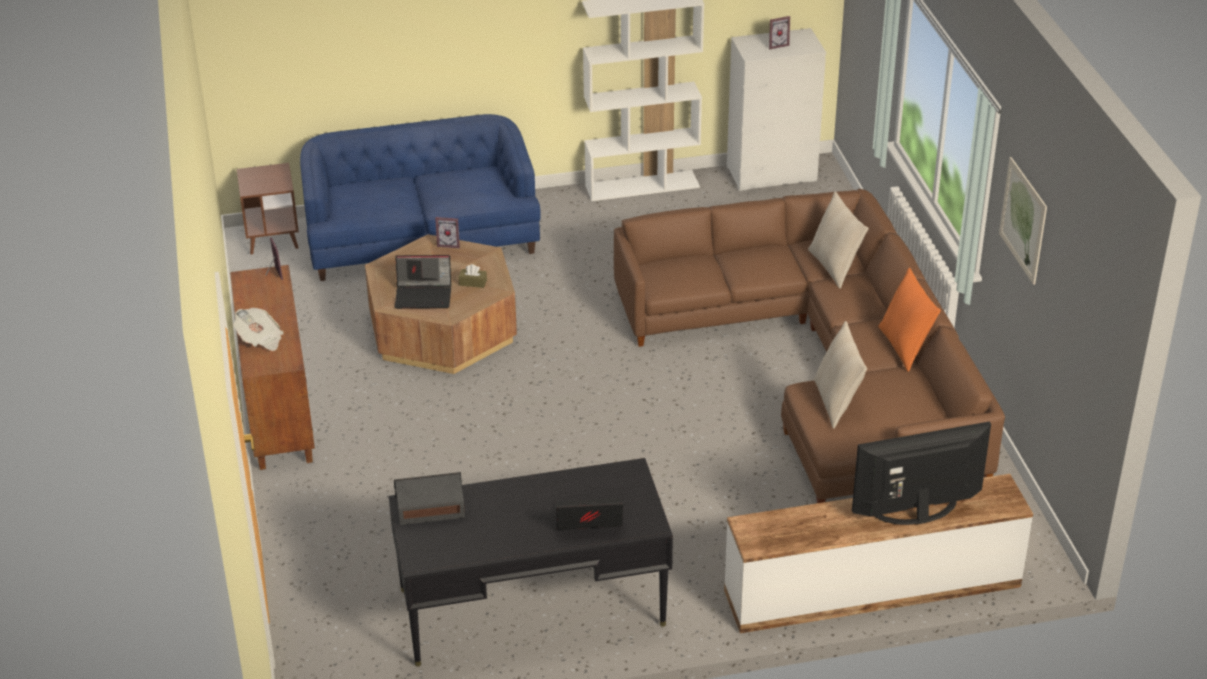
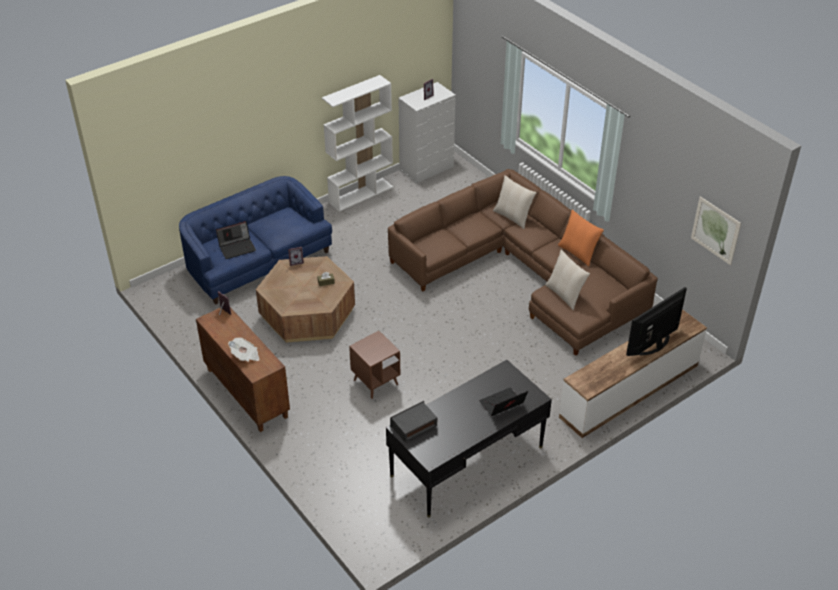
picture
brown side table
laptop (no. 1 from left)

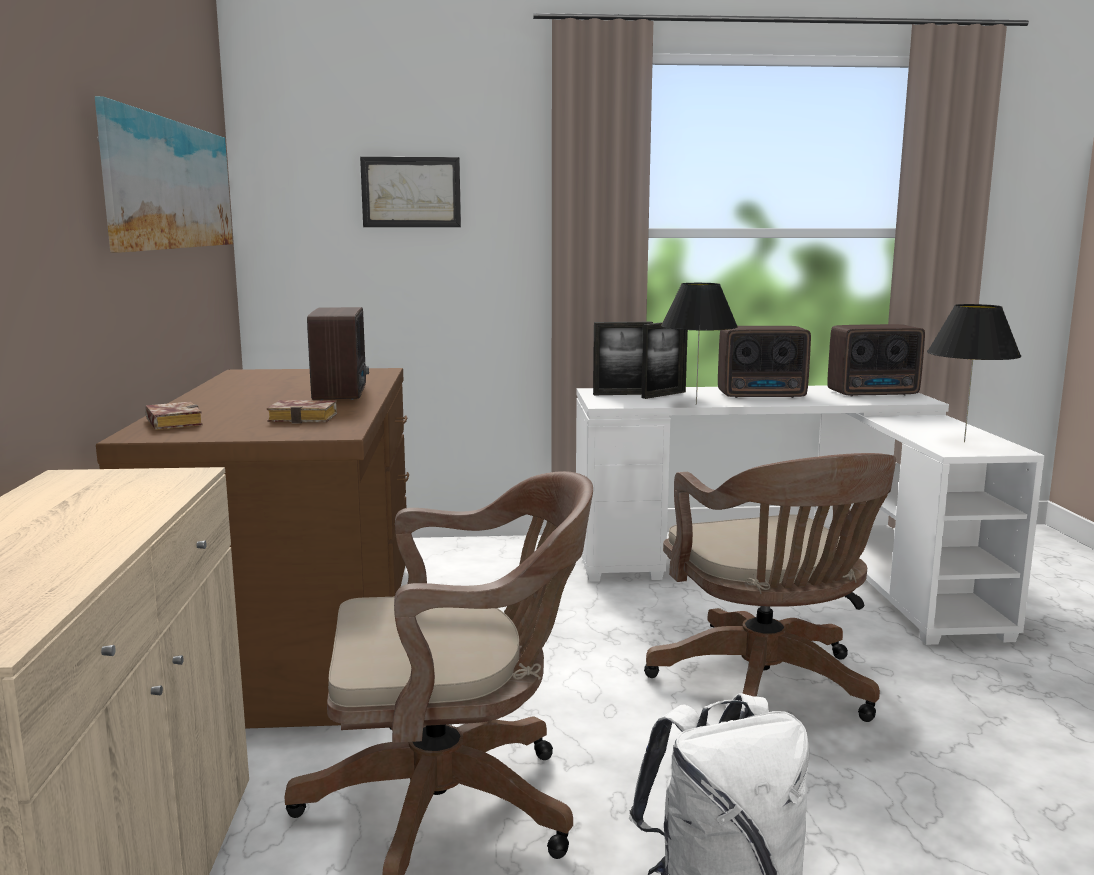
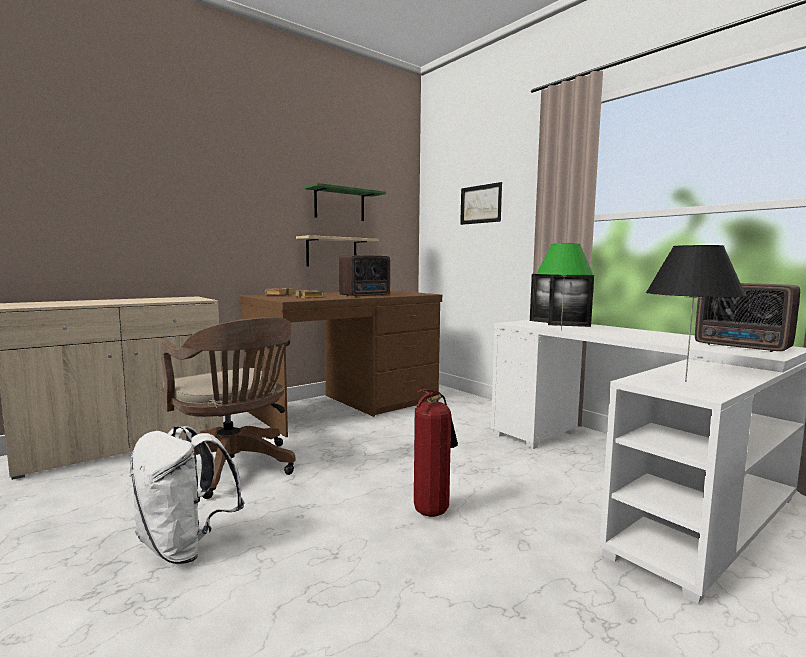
green shelf
green table lamp
radio (no. 2 from left in the first image)
fire extinguisher
beige shelf

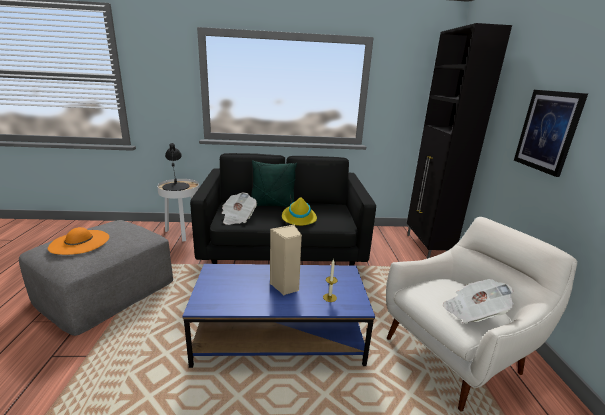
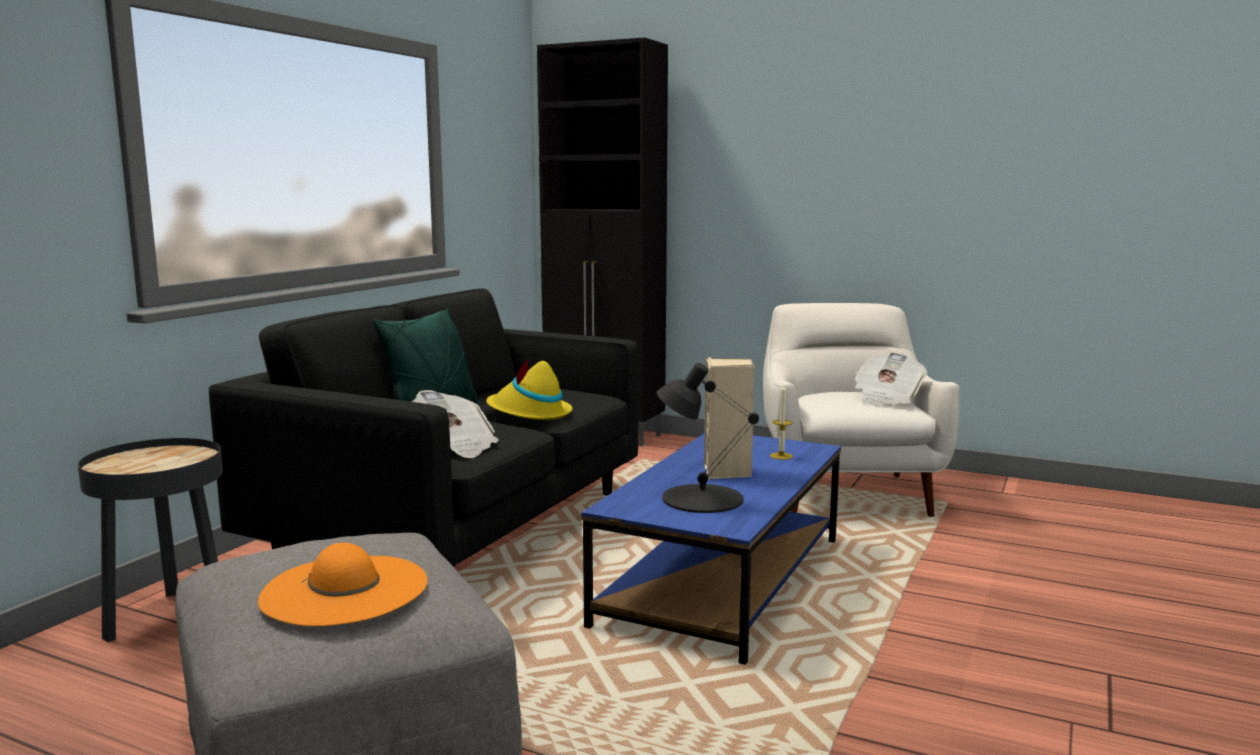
picture
black table lamp
black side table

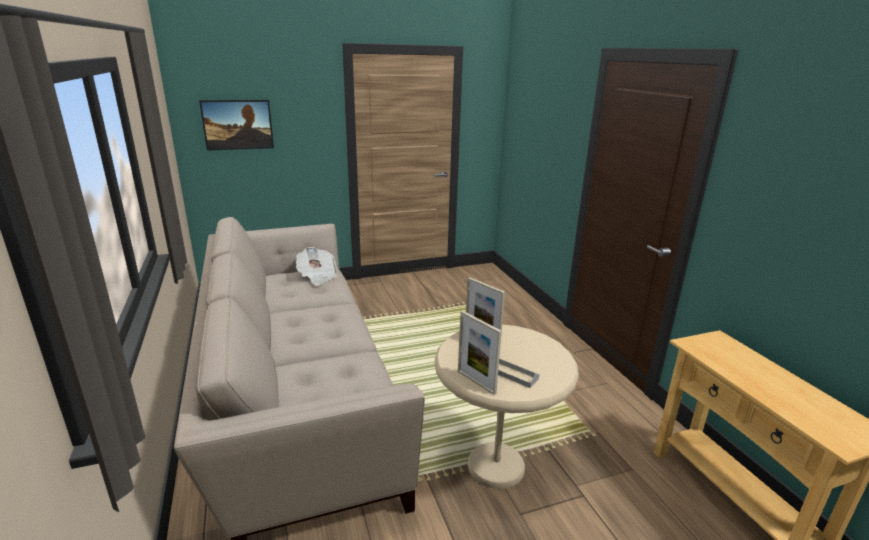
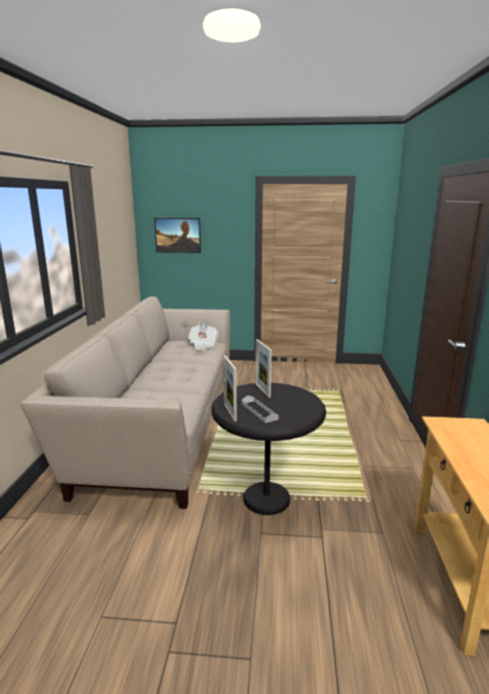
black side table

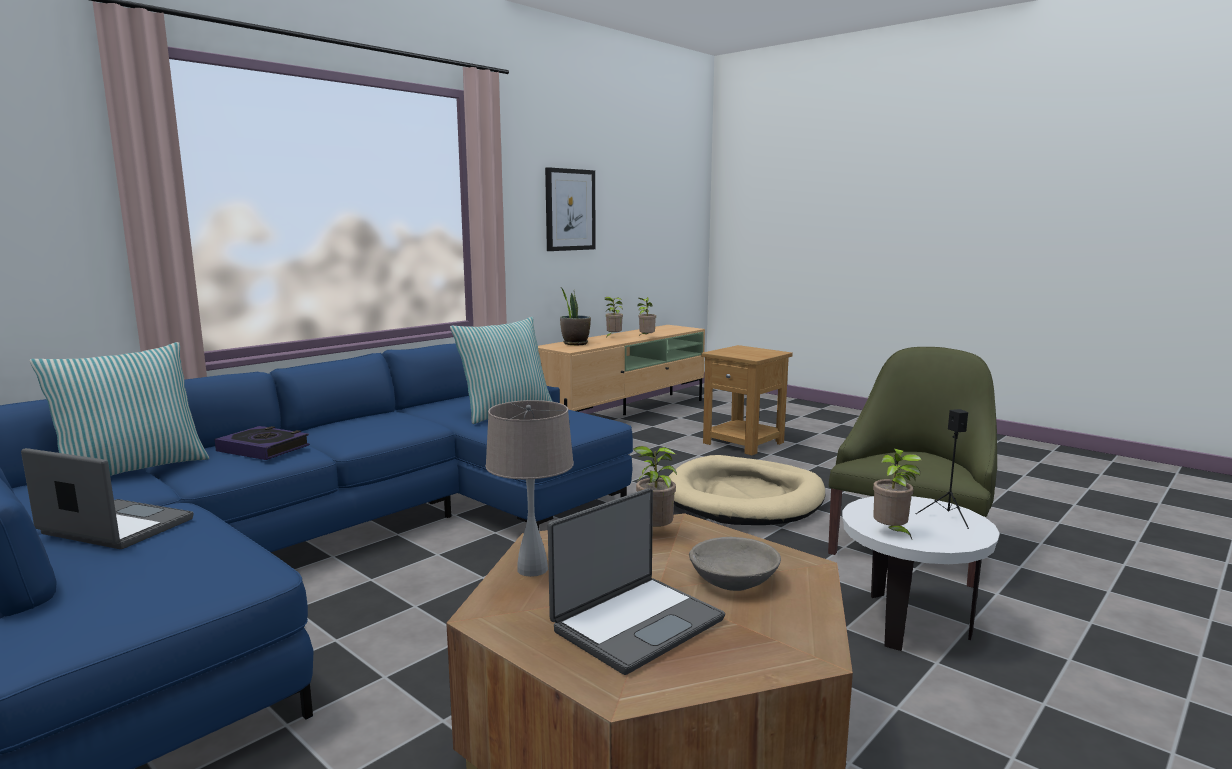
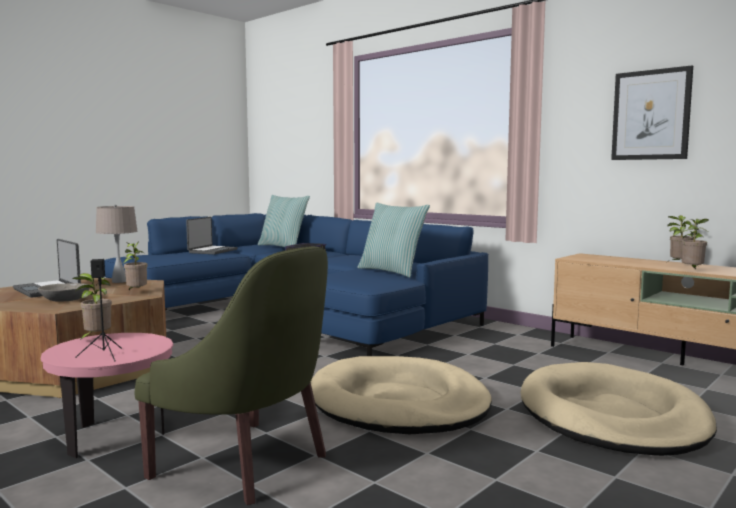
potted plant (no. 1 from left in the first image)
beige dog bed (no. 2 from left)
pink side table

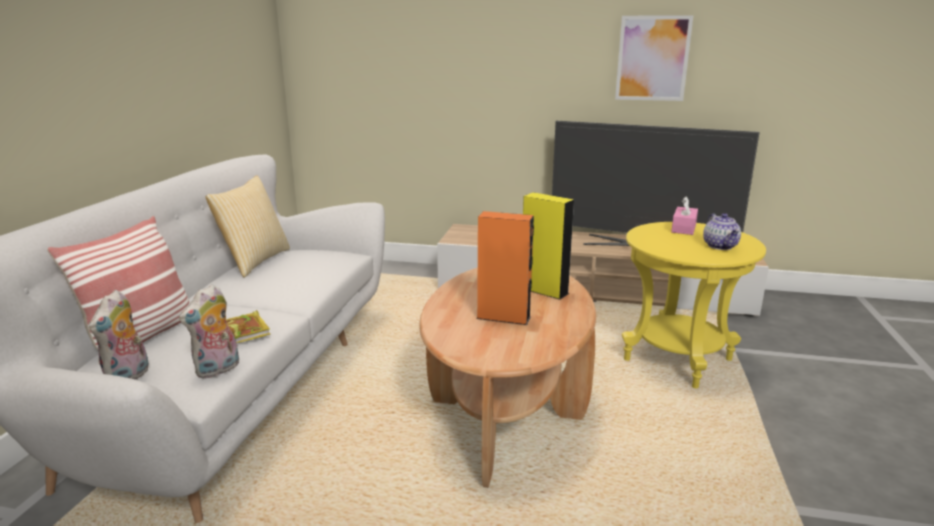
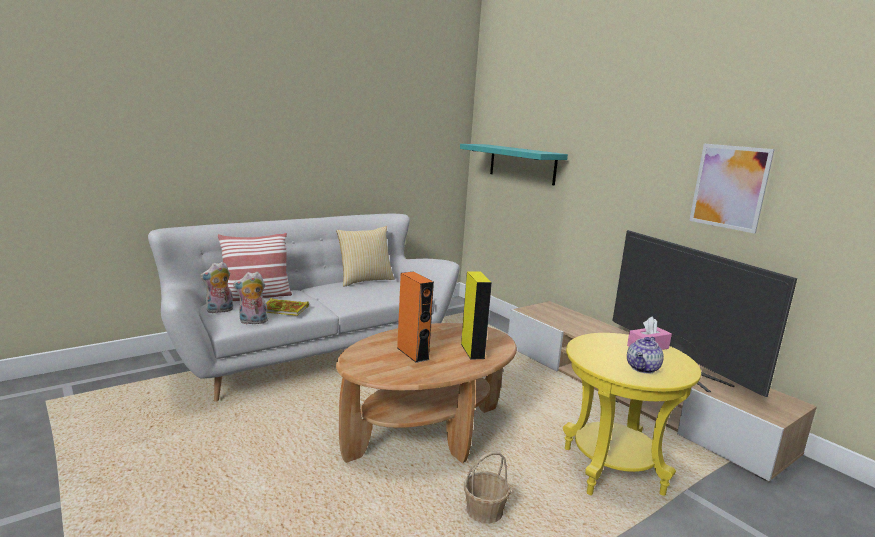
turquoise shelf
basket

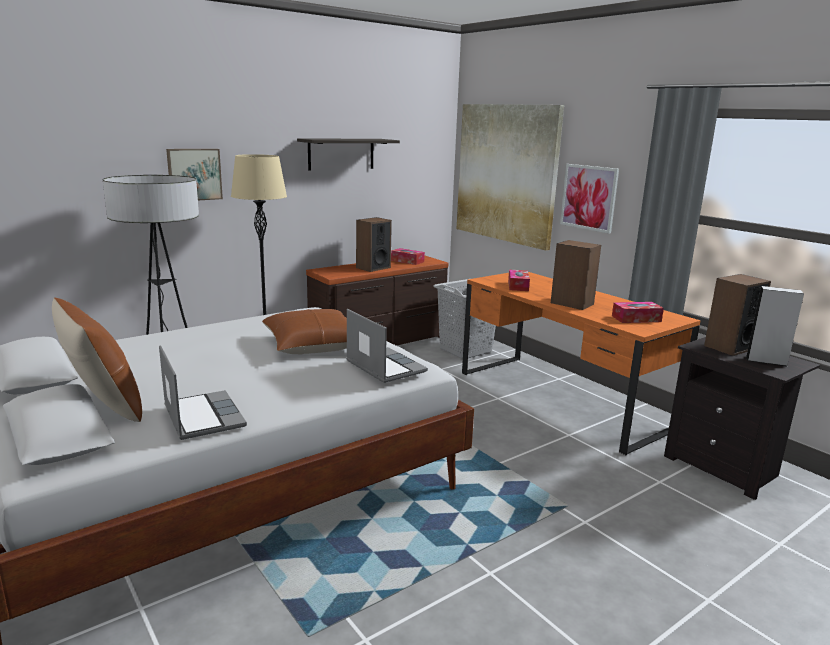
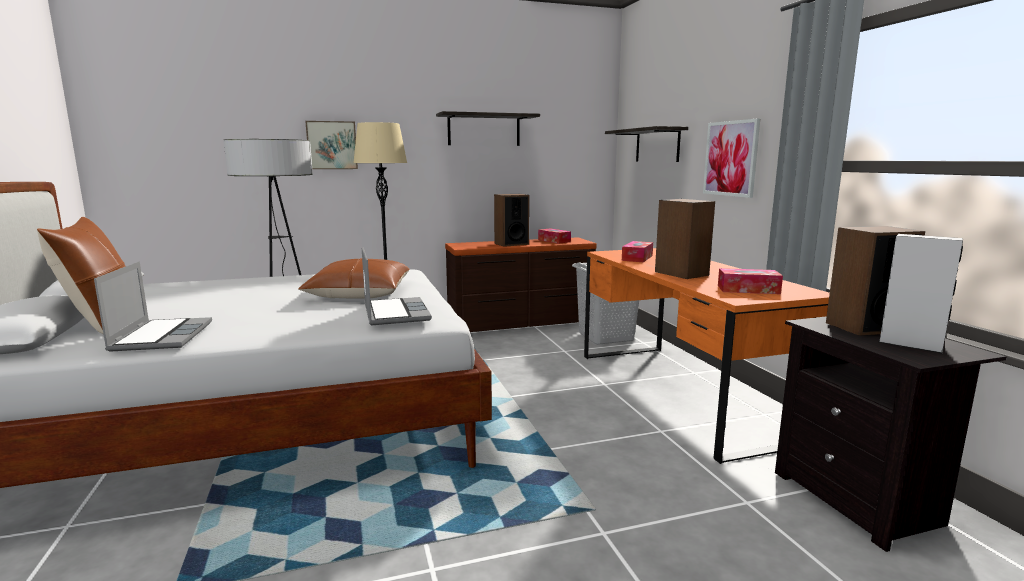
shelf (no. 2 from left)

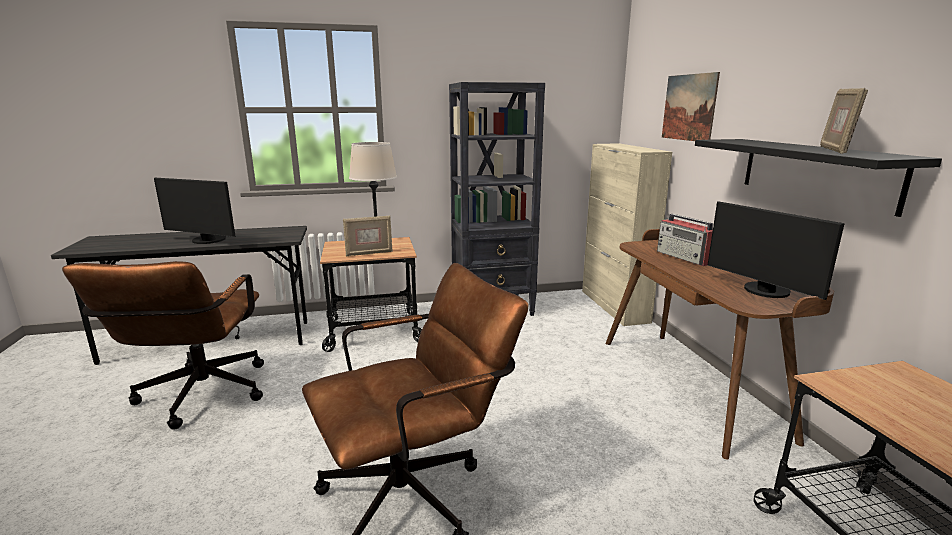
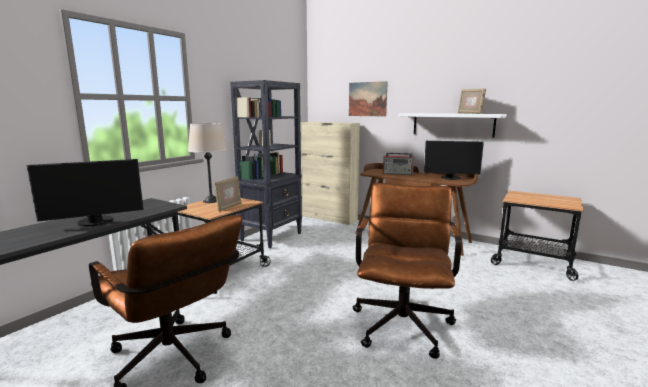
white shelf

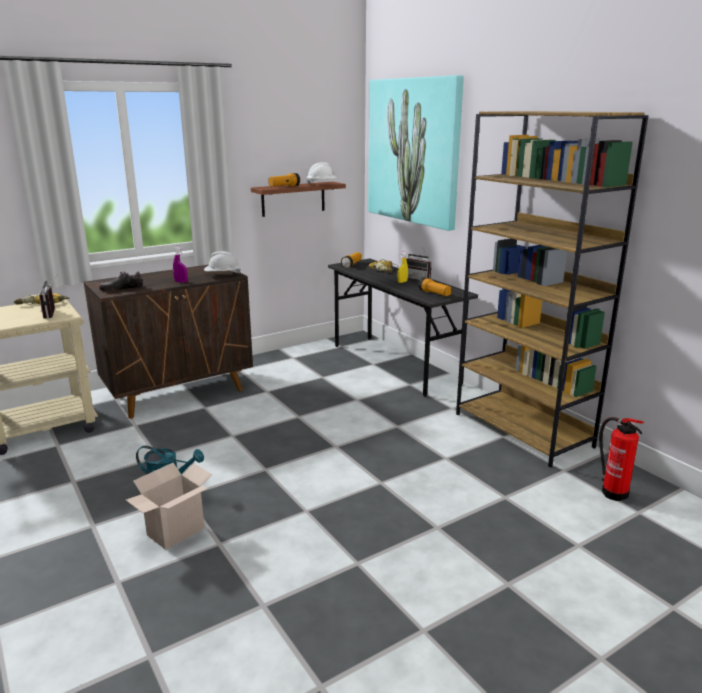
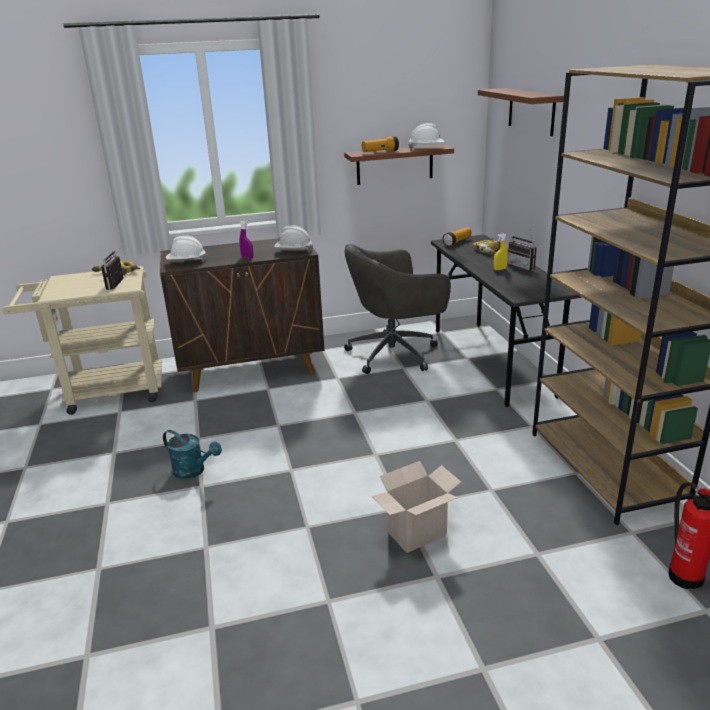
brown shelf (no. 2 from left)
white hard hat (no. 1 from left)
flashlight (no. 3 from left in the first image)
cardboard box
grey office chair

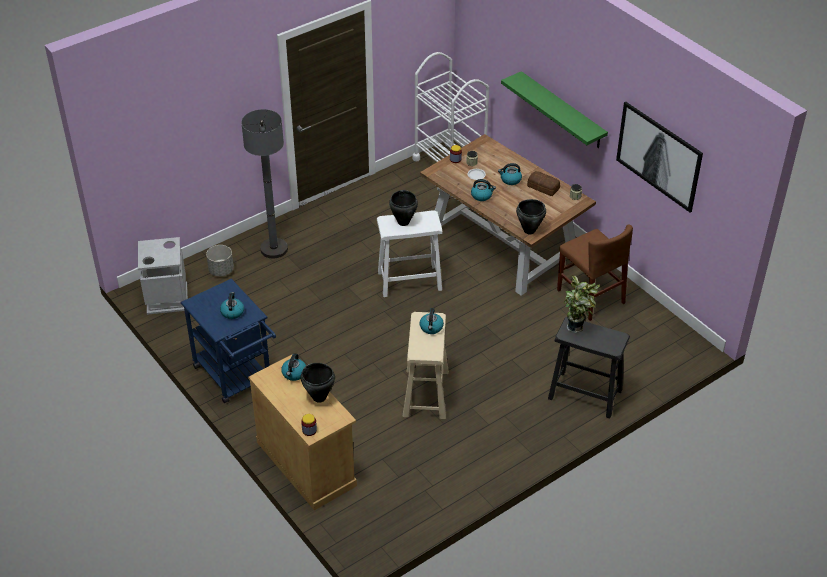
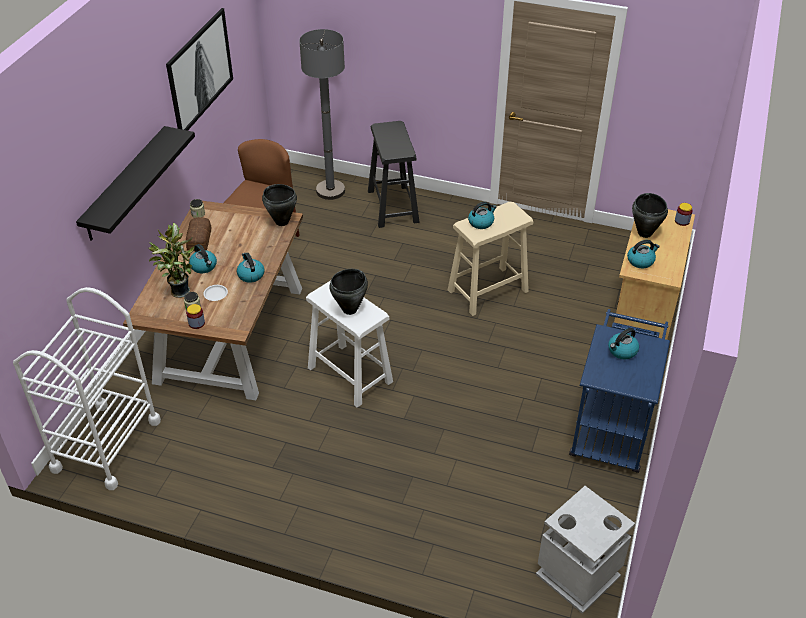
black shelf
grey floor lamp
grey planter
potted plant

